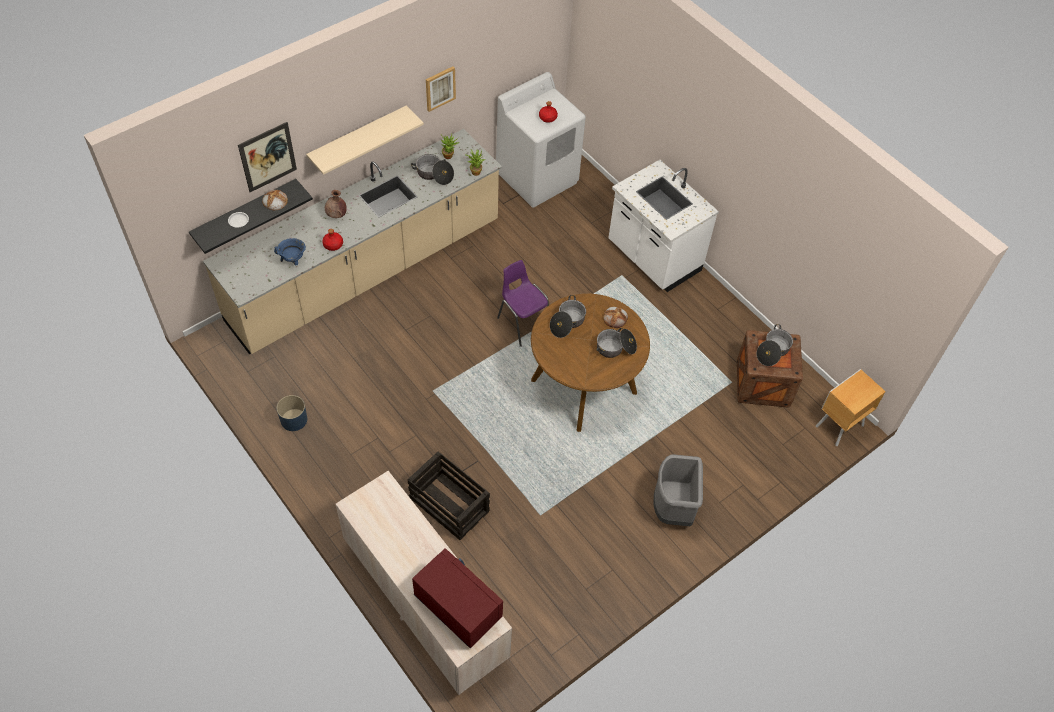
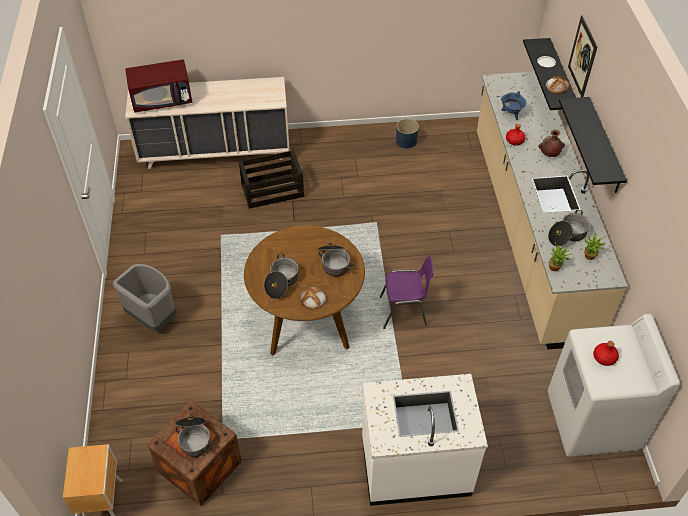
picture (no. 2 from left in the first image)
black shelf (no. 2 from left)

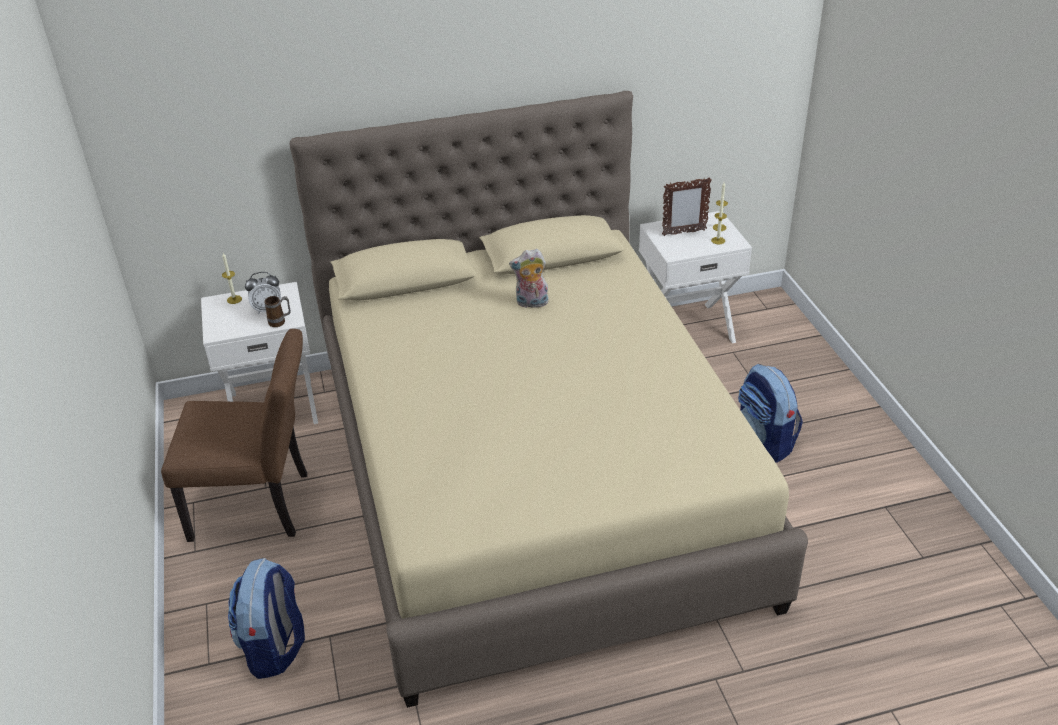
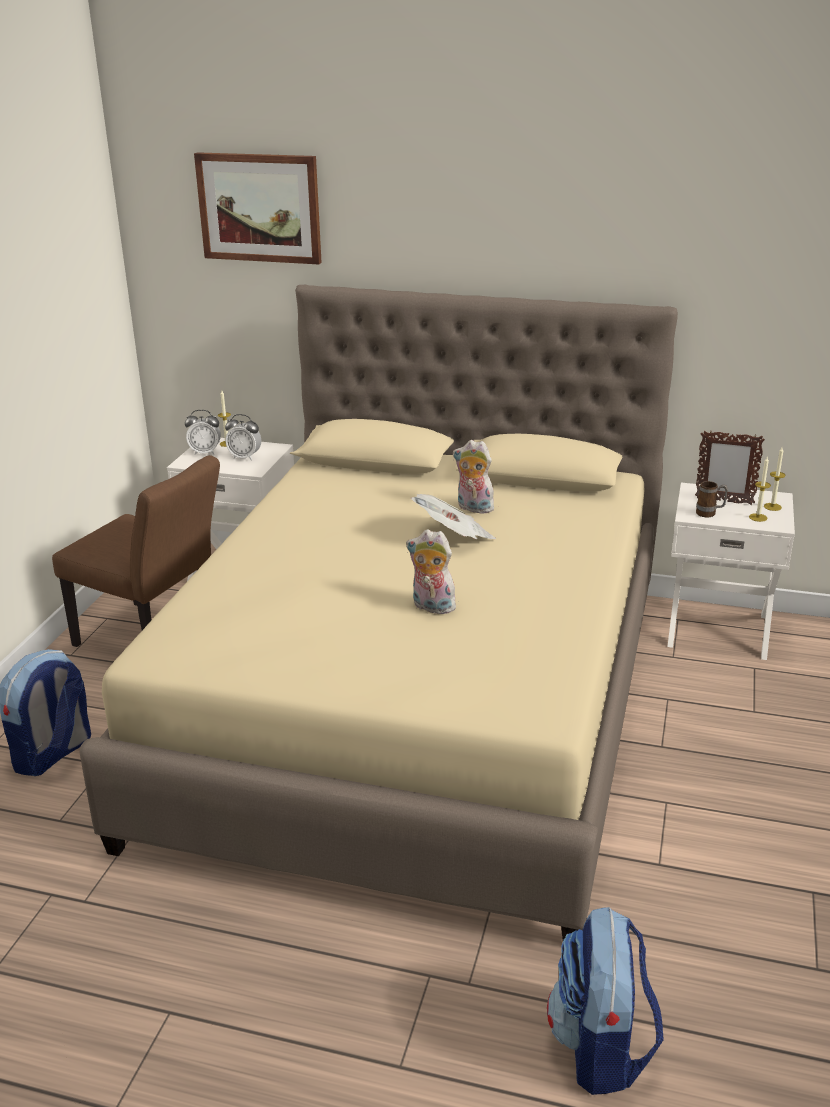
mug
backpack (no. 2 from left)
picture
alarm clock (no. 1 from left)
newspaper
plush toy (no. 1 from left)

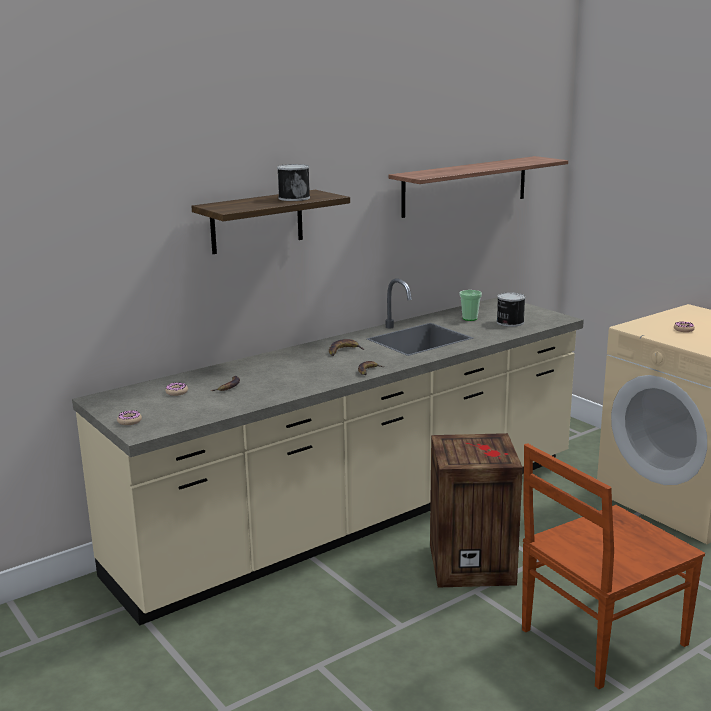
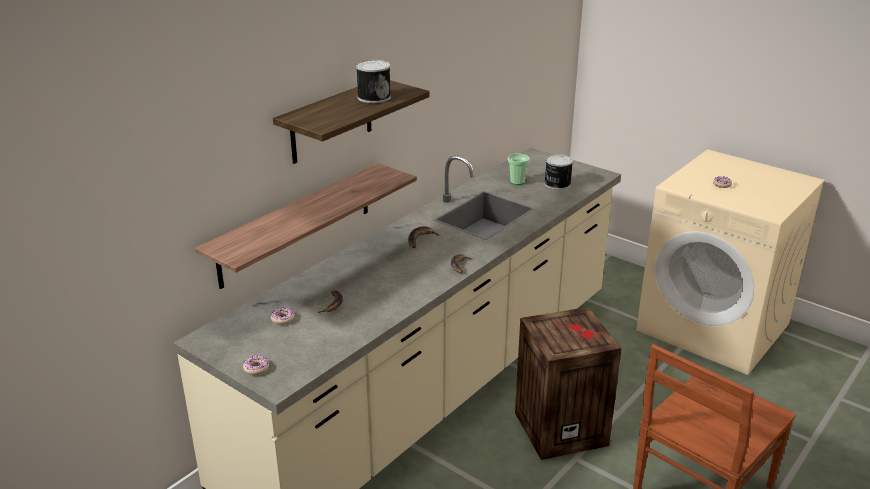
shelf (no. 1 from left)

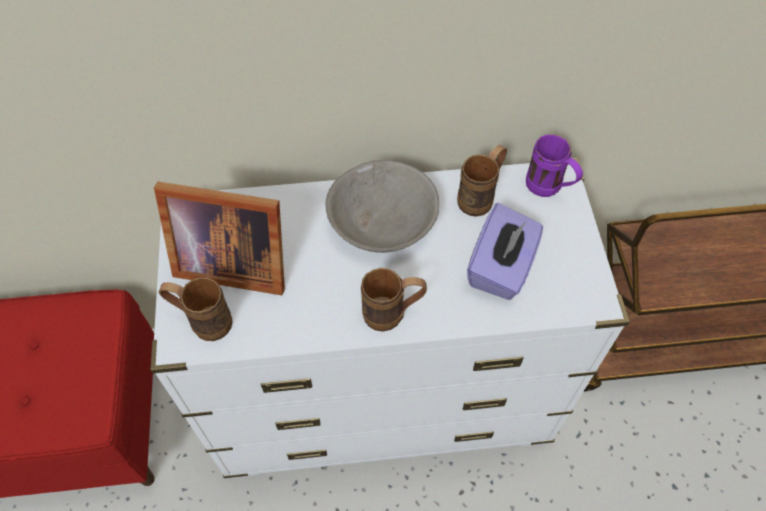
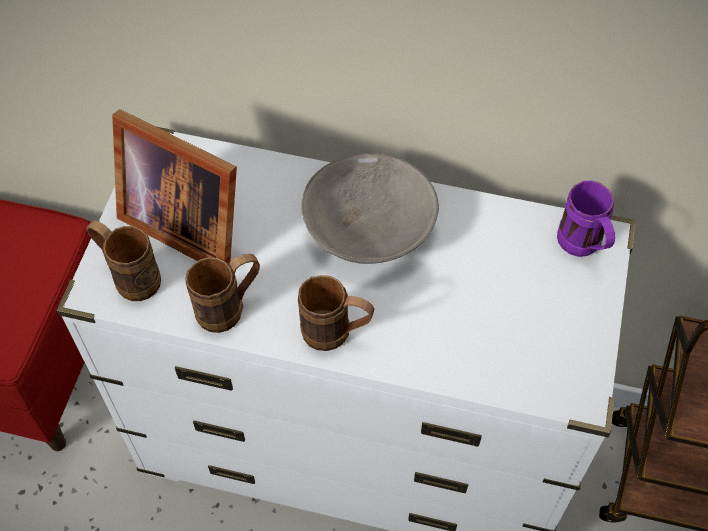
brown mug (no. 2 from left)
purple tissue box

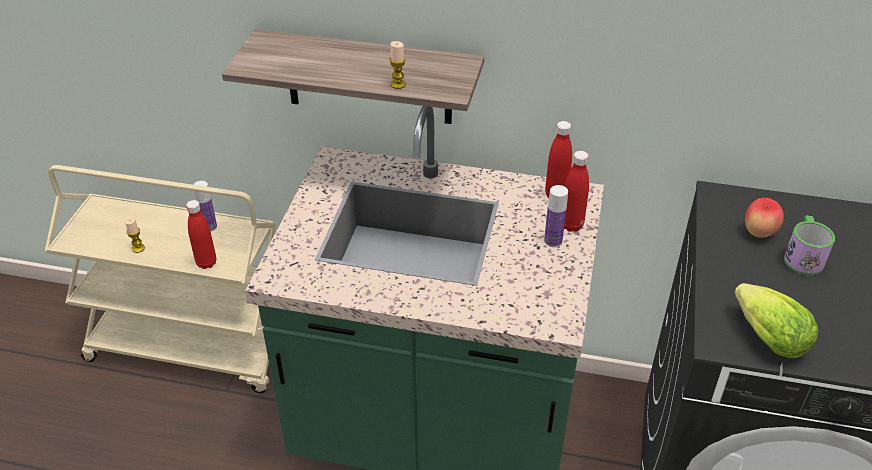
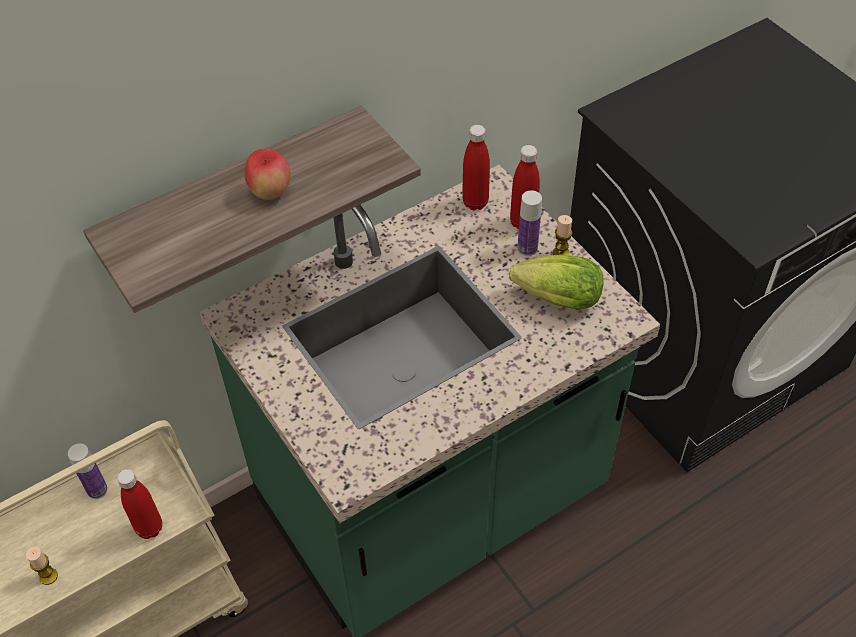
candle (no. 2 from left)
apple
mug
lettuce

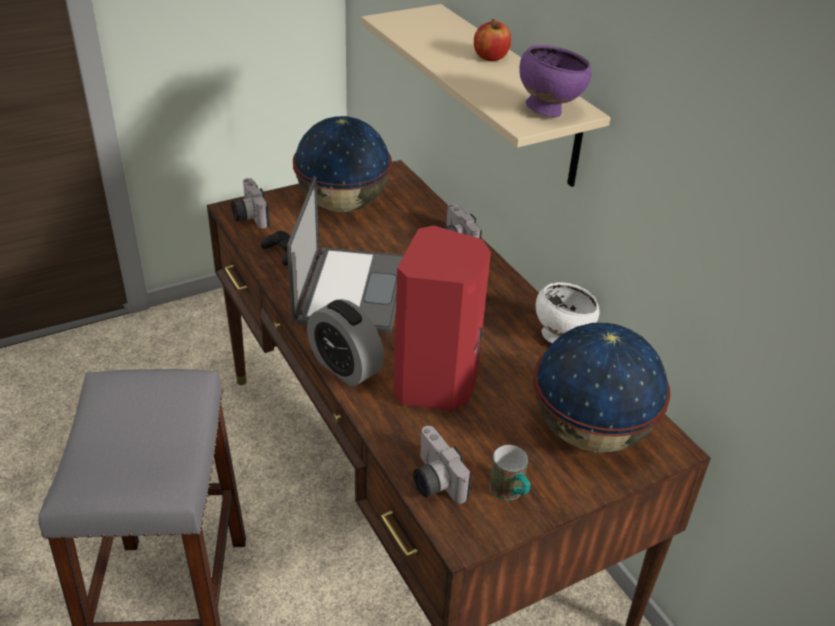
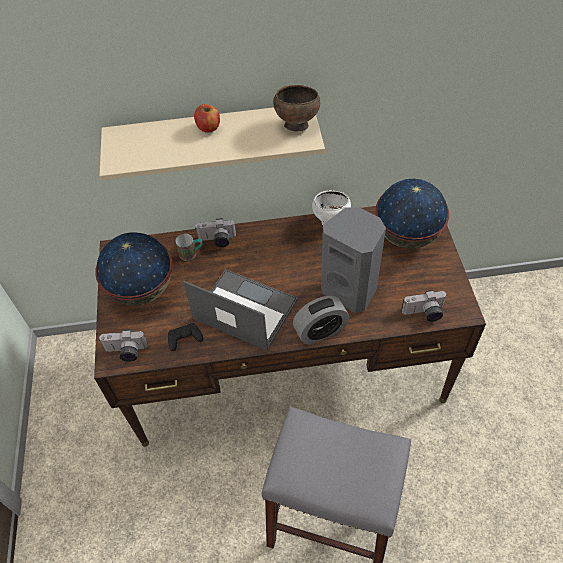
brown bowl
grey speaker
mug

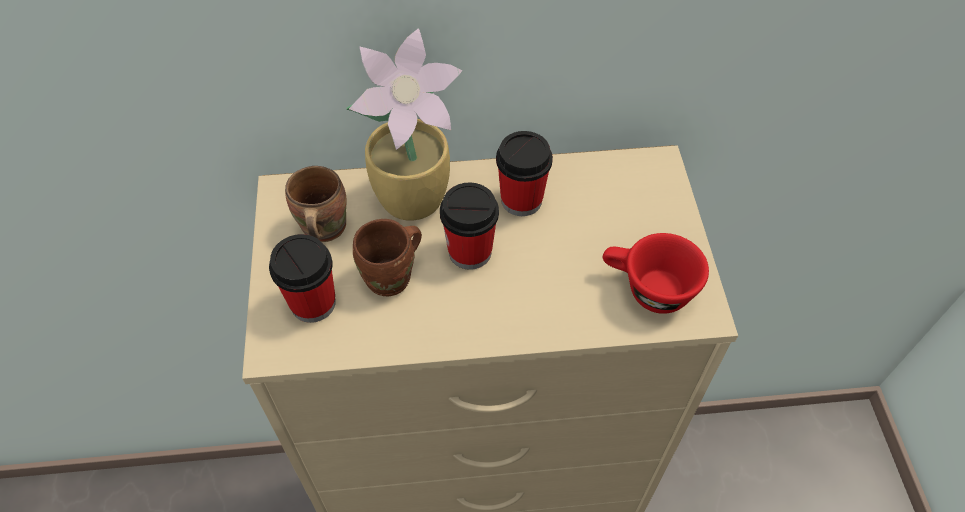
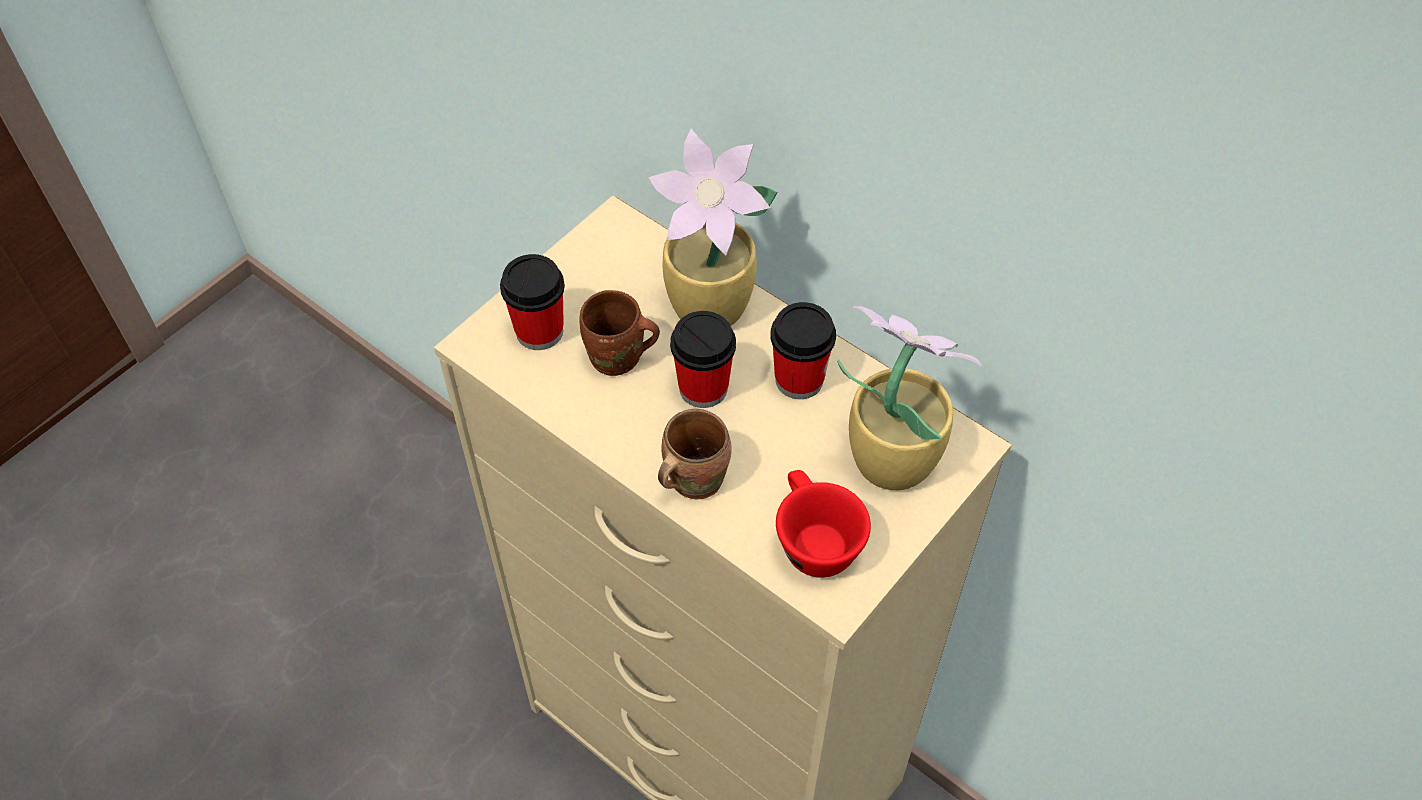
brown mug (no. 2 from left)
potted plant (no. 2 from left)

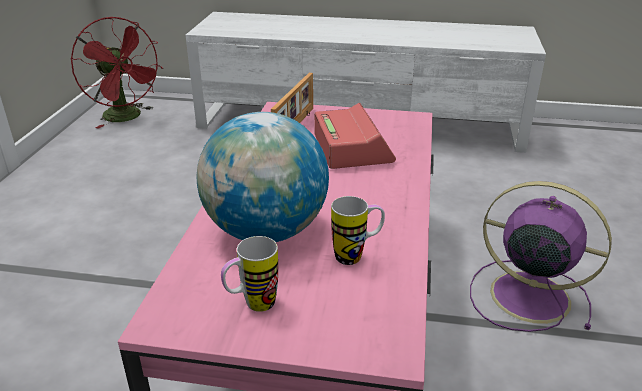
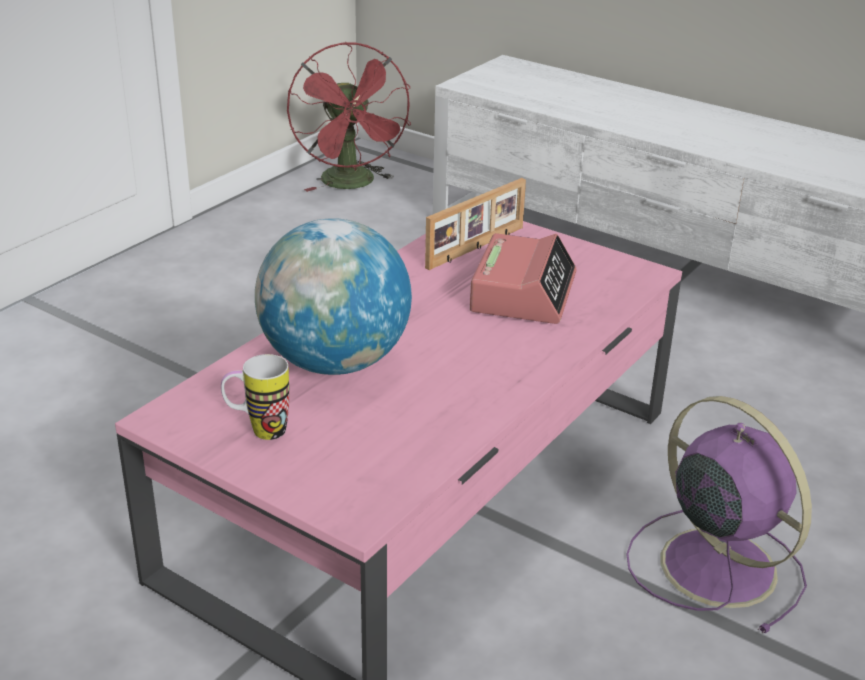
mug (no. 2 from left in the first image)

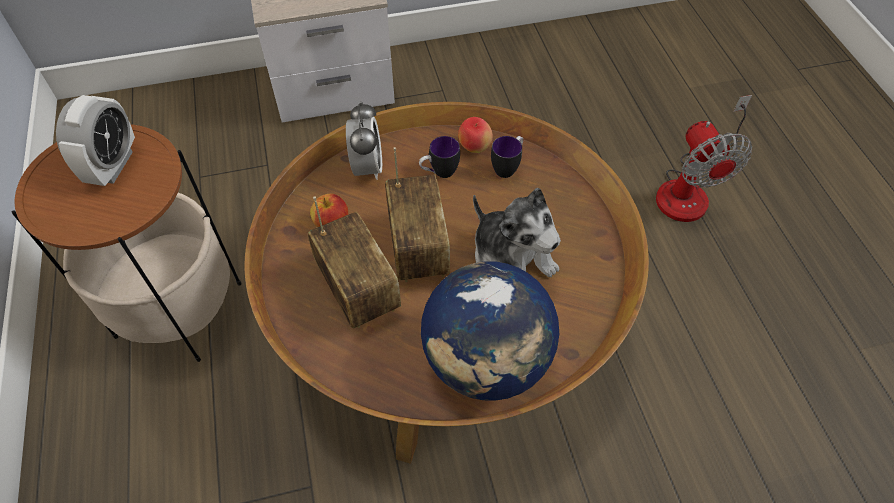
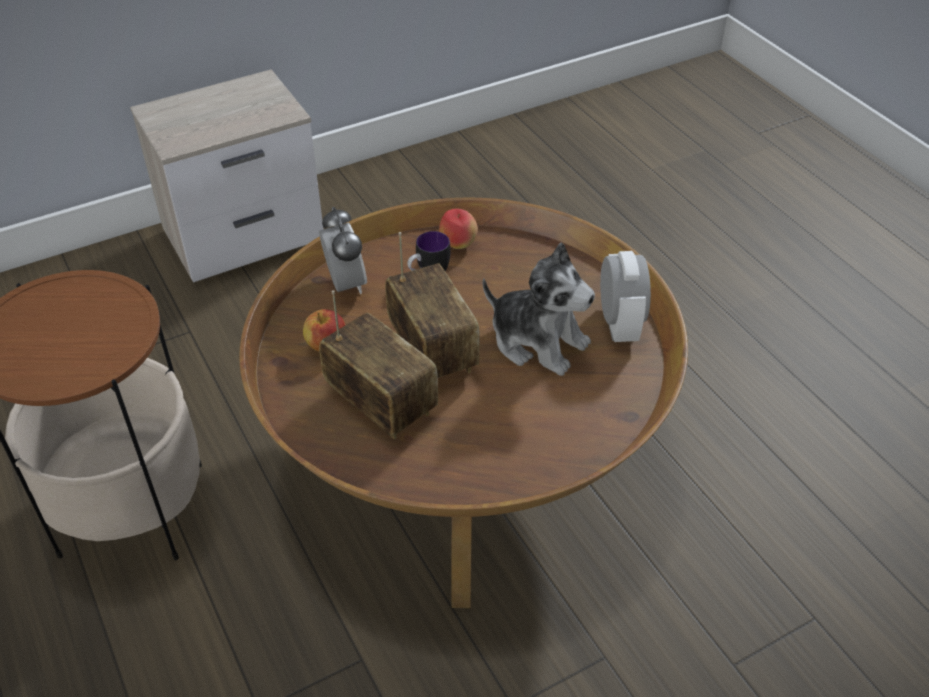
alarm clock (no. 2 from left)
fan
mug (no. 2 from left in the first image)
globe

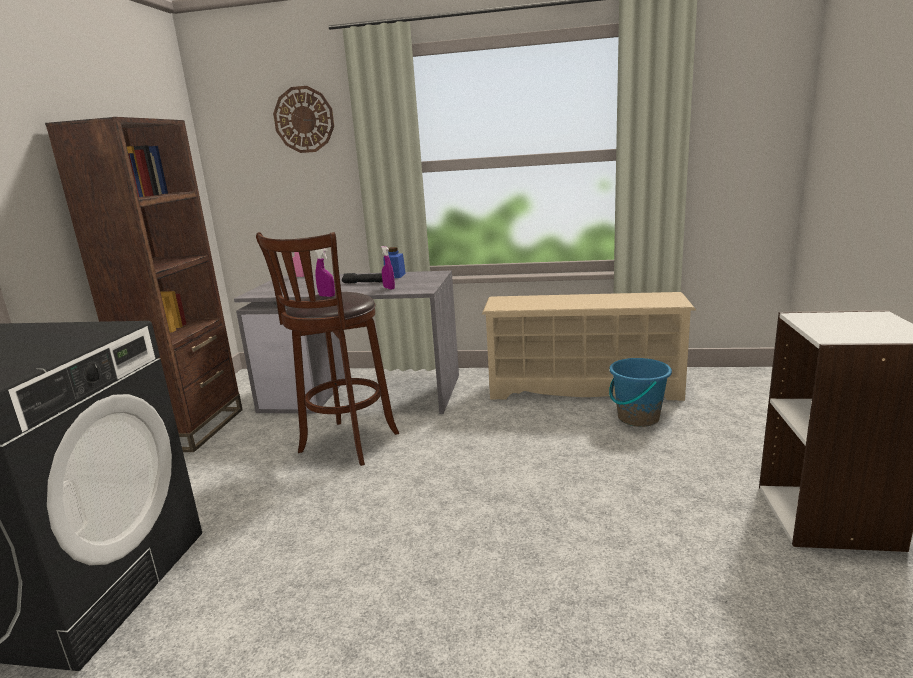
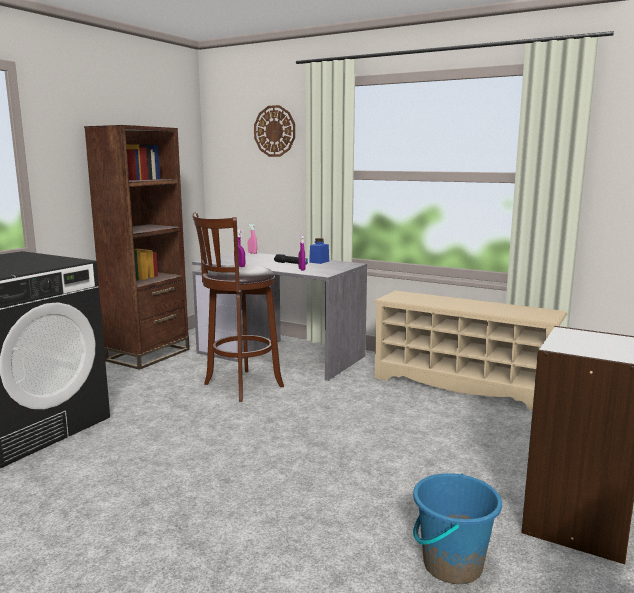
blue bucket

